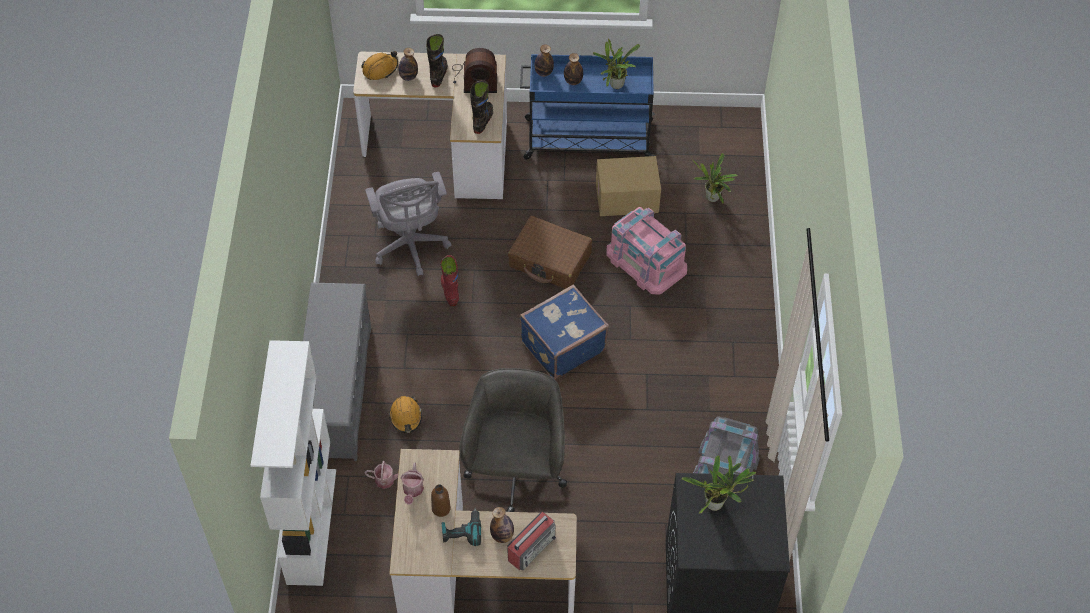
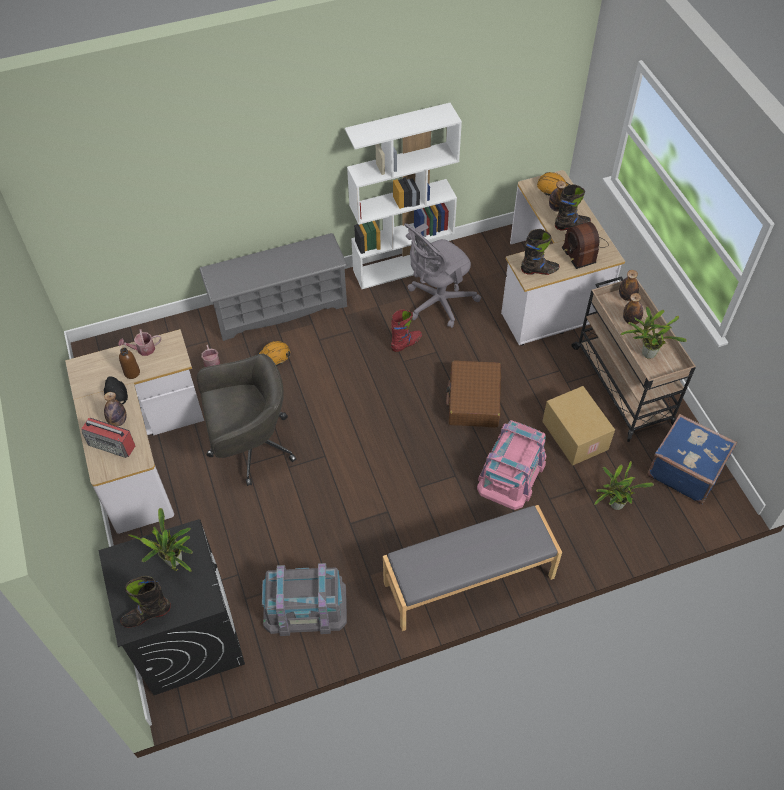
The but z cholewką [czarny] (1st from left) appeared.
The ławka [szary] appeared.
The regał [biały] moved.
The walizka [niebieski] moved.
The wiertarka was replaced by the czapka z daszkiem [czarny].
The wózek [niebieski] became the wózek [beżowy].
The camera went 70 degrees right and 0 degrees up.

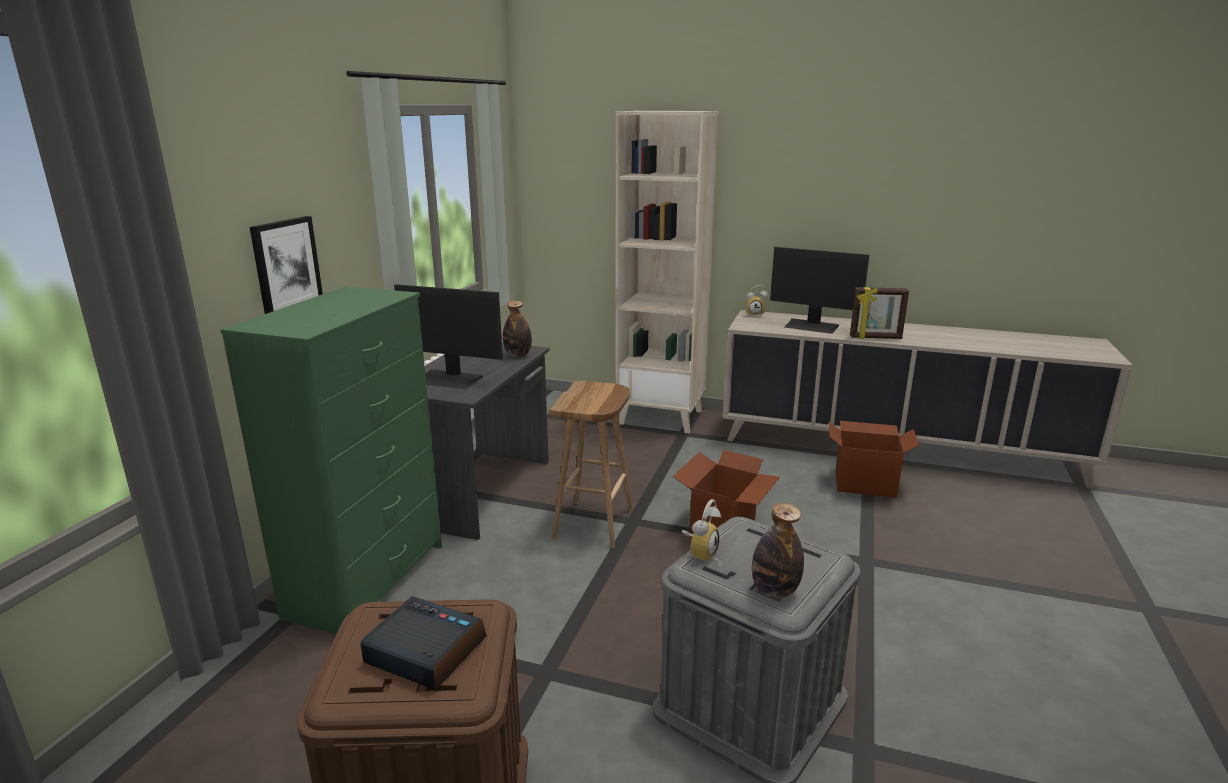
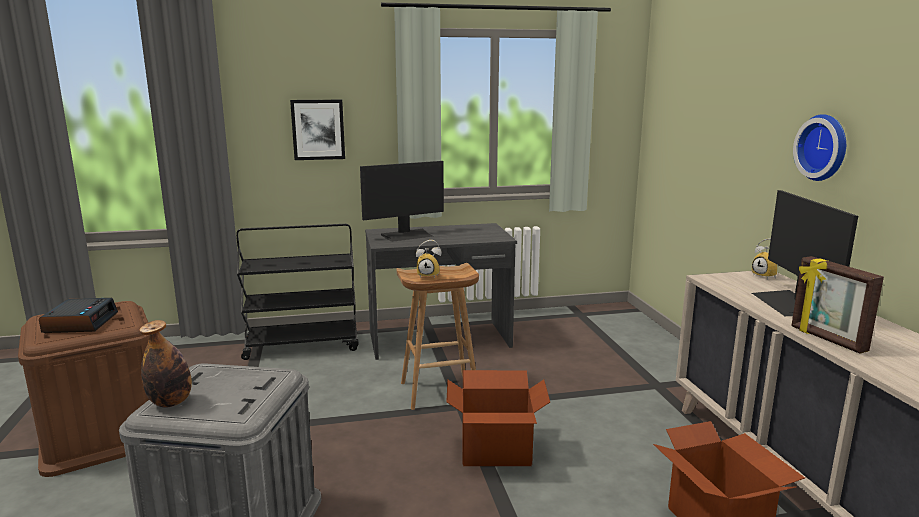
The butelka (1st from left) disappeared.
The regał [beżowy] disappeared.
The zegar ścienny appeared.
The budzik (2nd from left) moved.
The komoda [zielony] was replaced by the wózek [czarny].
The monitor (1st from left) turned 105 degrees counterclockwise.
The camera went 60 degrees right and 5 degrees down.

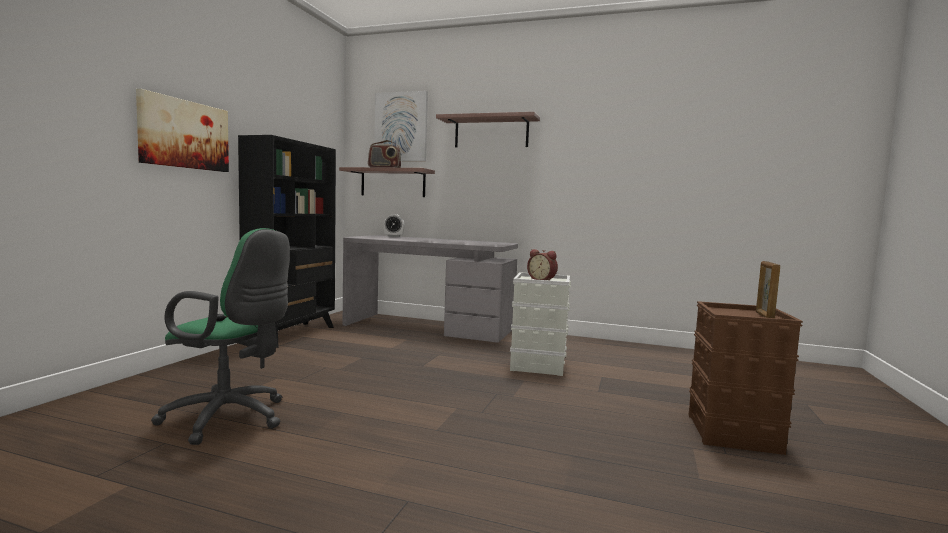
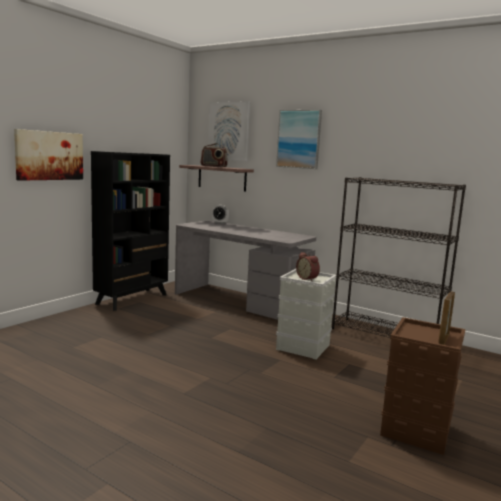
The krzesło biurowe [zielony] disappeared.
The regał [czarny] (2nd from left) appeared.
The półka (2nd from left) was replaced by the obraz (3rd from left).
The camera went 15 degrees right and 5 degrees up.

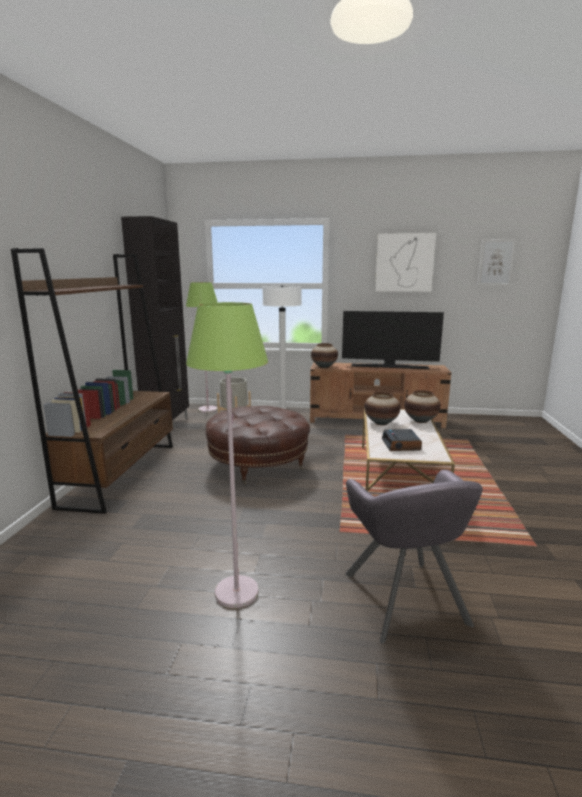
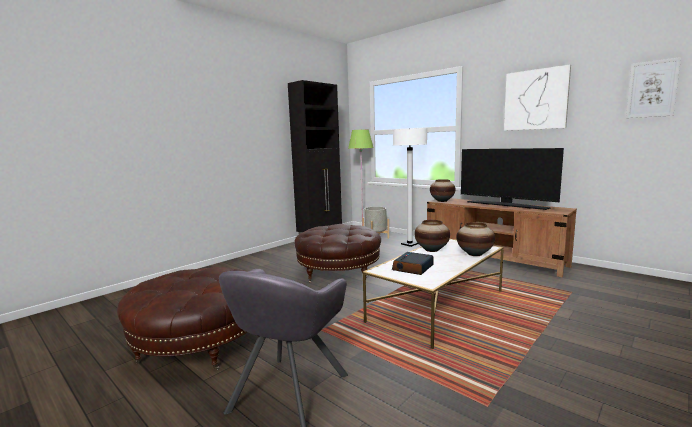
The regał [brązowy] disappeared.
The lampa stojąca [zielony] (2nd from left) was replaced by the pufa [brązowy] (1st from left).
The camera went 35 degrees right and 5 degrees down.

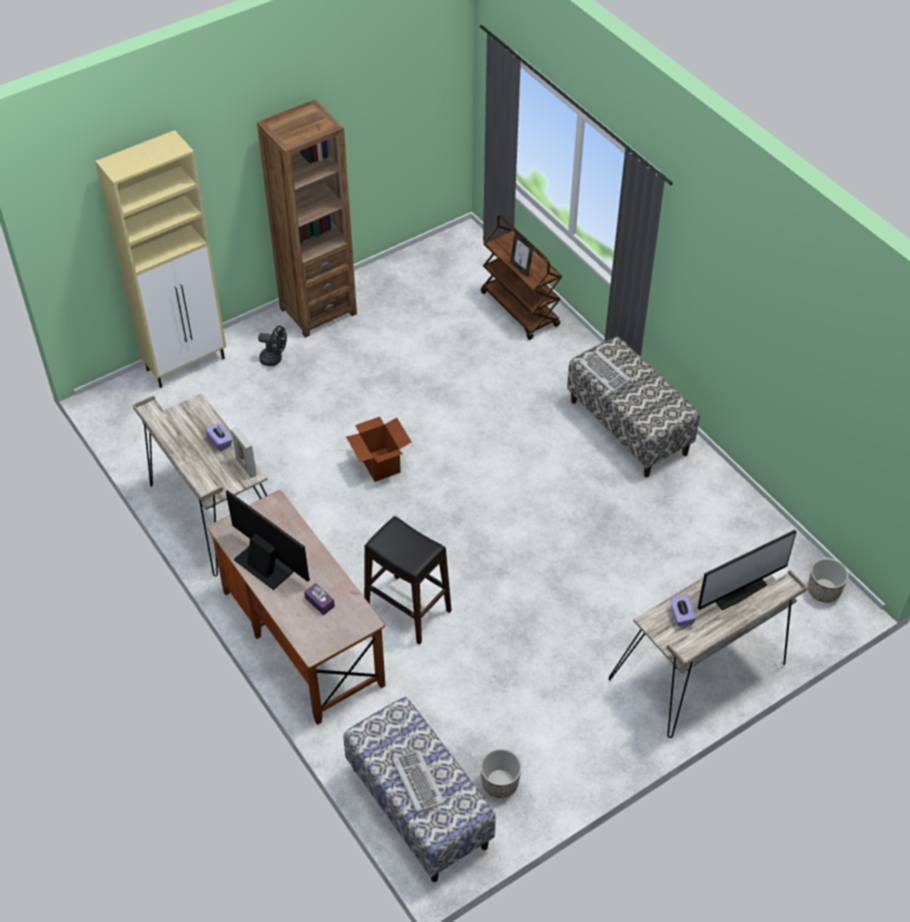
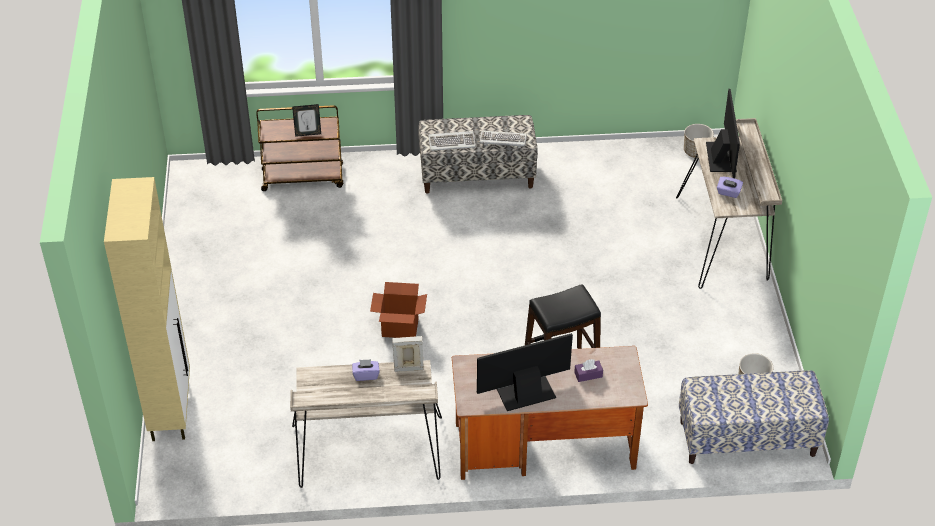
The regał [brązowy] disappeared.
The wentylator [czarny] disappeared.
The klawiatura (1st from left in the first image) moved.
The camera went 60 degrees left and 5 degrees down.

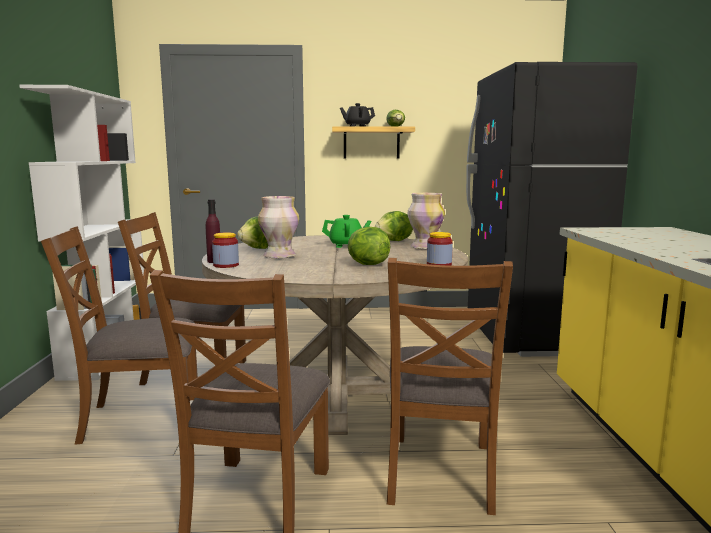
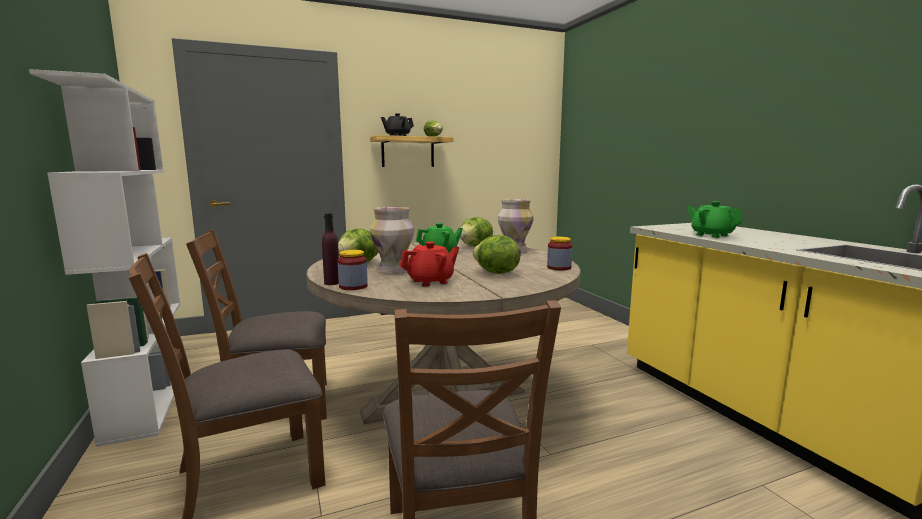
The krzesło [brązowy] (4th from left) disappeared.
The lodówka [czarny] disappeared.
The imbryk [czerwony] appeared.
The imbryk [zielony] (2nd from left) appeared.
The camera went 20 degrees left and 0 degrees up.

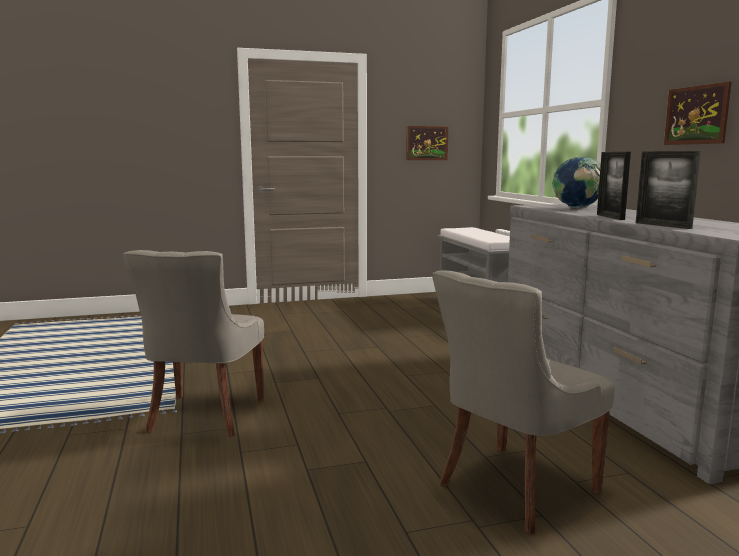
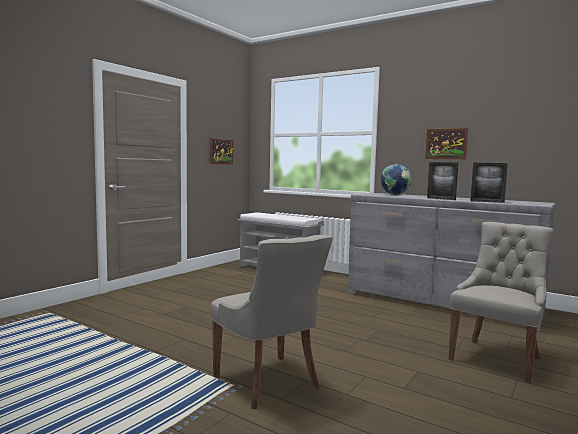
The krzesło [szary] (2nd from left) turned 150 degrees counterclockwise.
The camera went 40 degrees left and 5 degrees down.

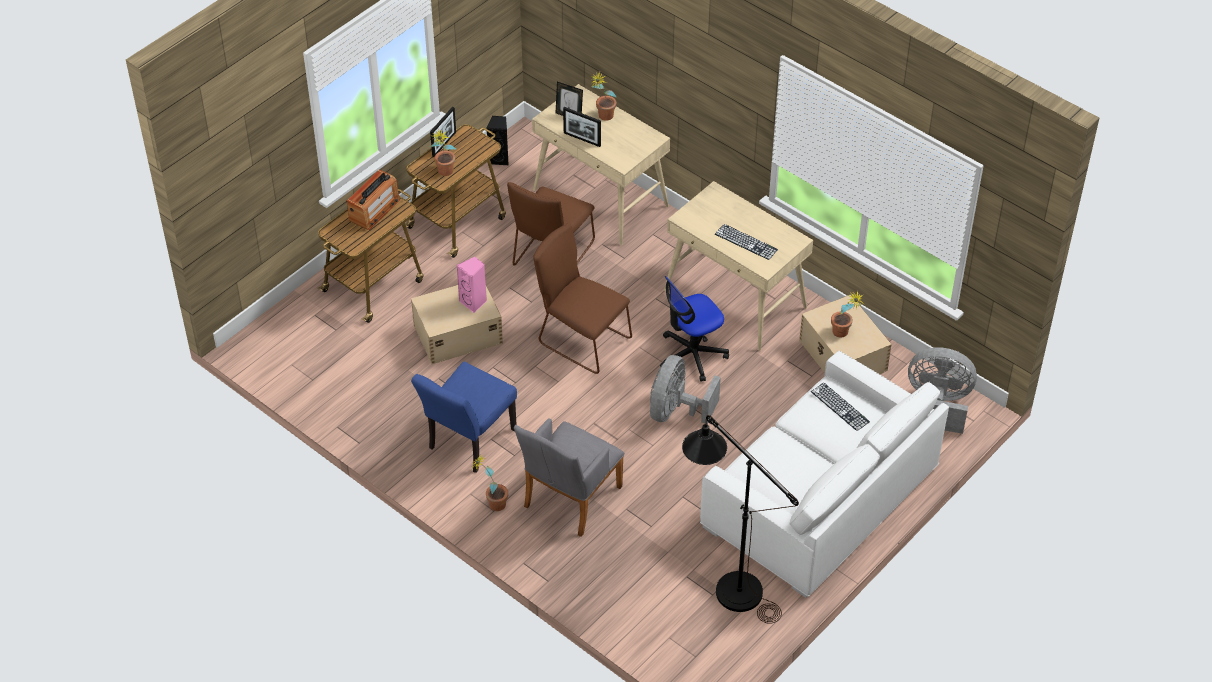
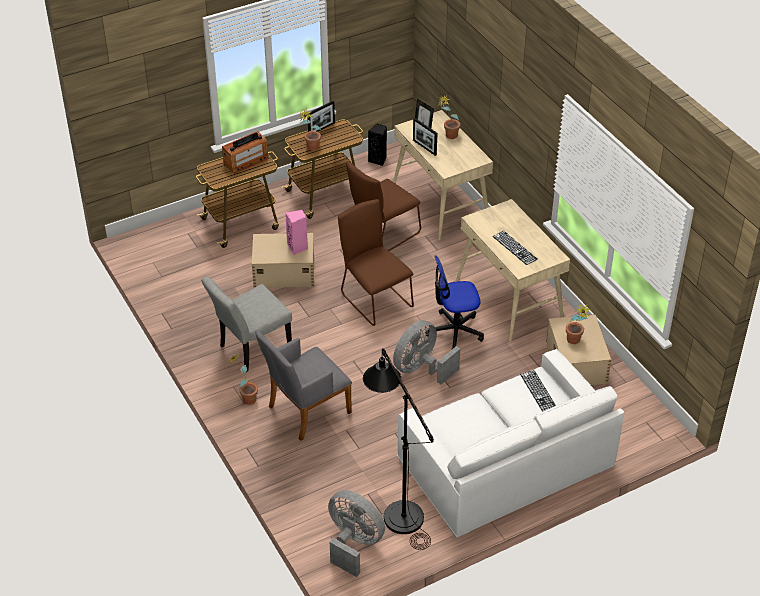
The wentylator [szary] (2nd from left in the first image) moved.
The krzesło [niebieski] became the krzesło [szary].
The camera went 20 degrees right and 5 degrees down.

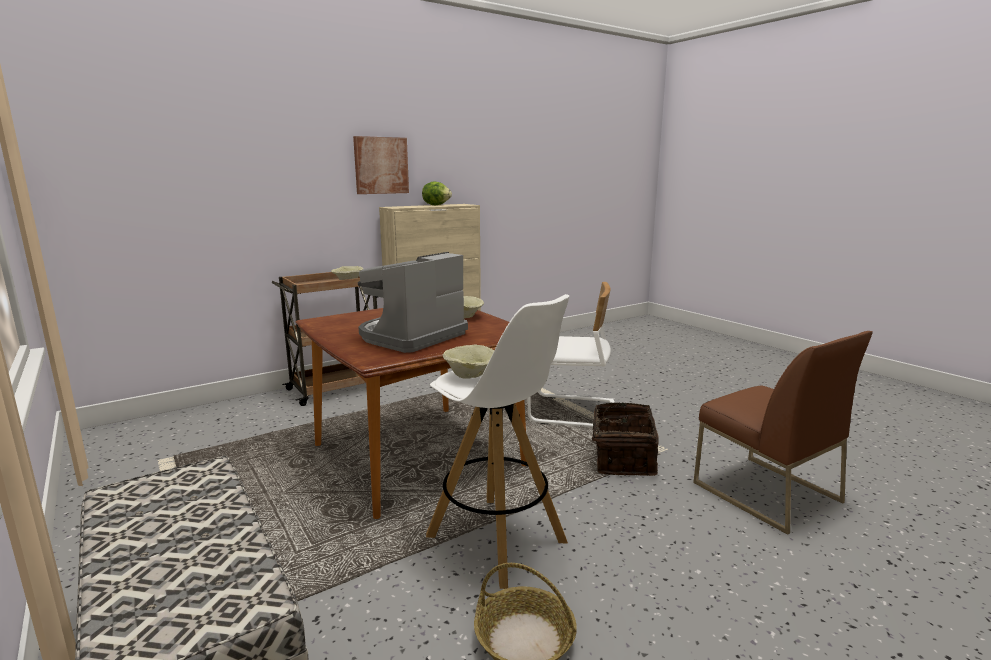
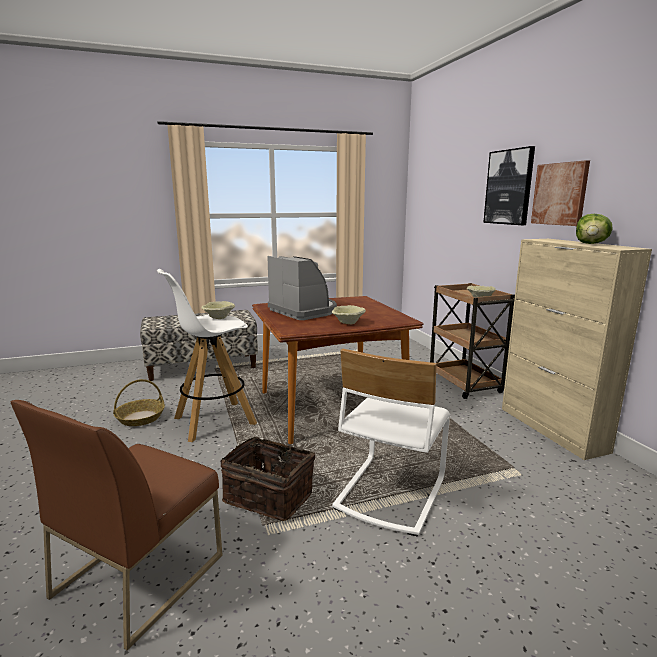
The obraz (1st from left) appeared.
The krzesło [brązowy] turned 45 degrees counterclockwise.
The camera went 105 degrees right and 0 degrees up.

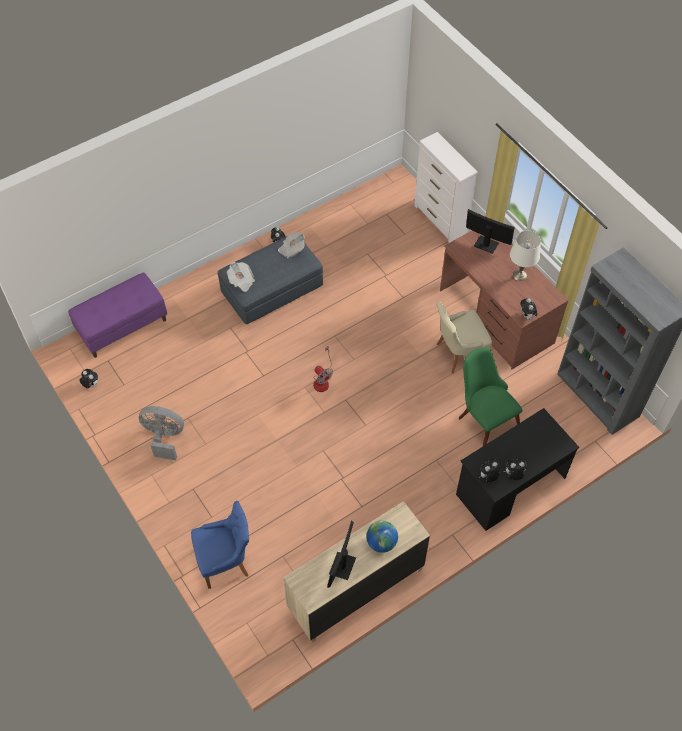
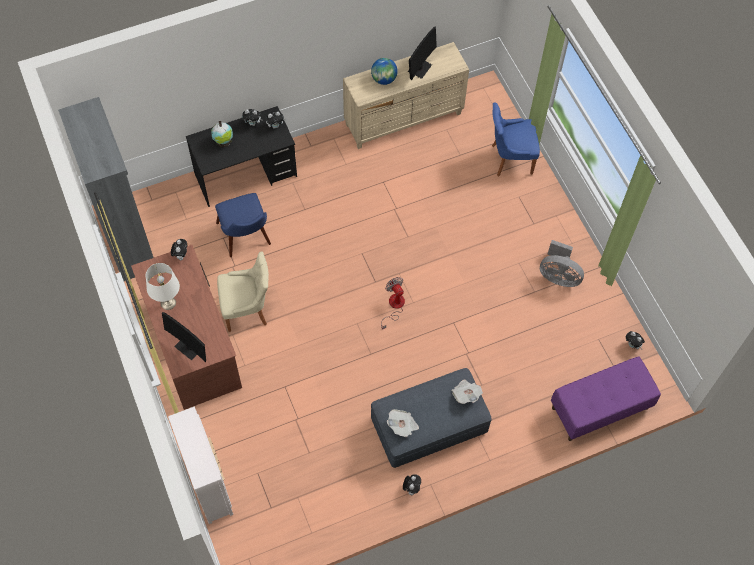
The globus (1st from left) appeared.
The krzesło [zielony] became the krzesło [niebieski] (1st from left).
The camera went 170 degrees left and 5 degrees up.

